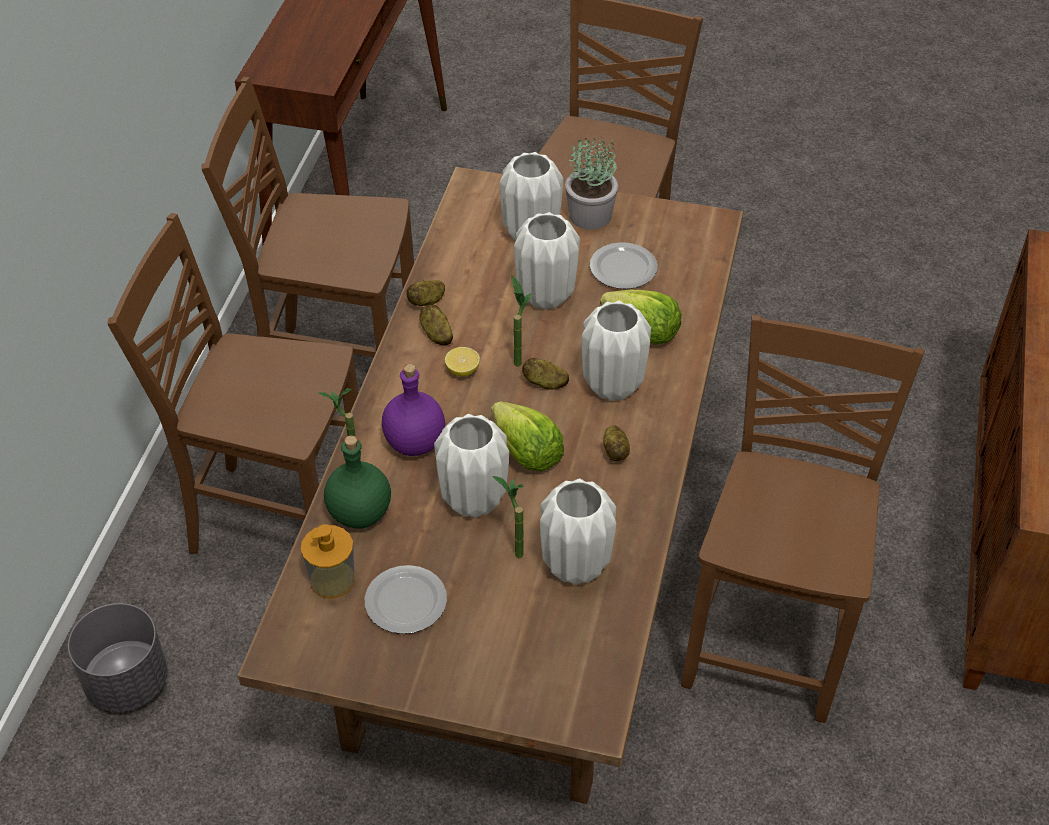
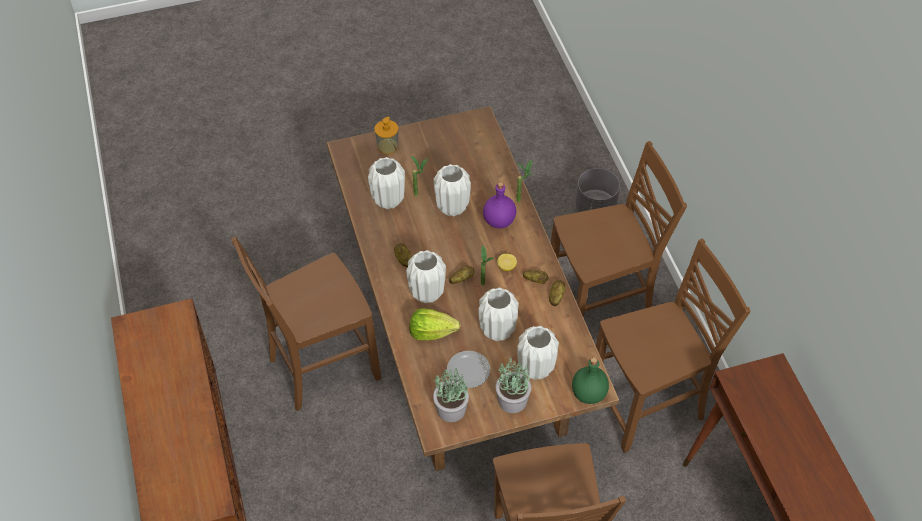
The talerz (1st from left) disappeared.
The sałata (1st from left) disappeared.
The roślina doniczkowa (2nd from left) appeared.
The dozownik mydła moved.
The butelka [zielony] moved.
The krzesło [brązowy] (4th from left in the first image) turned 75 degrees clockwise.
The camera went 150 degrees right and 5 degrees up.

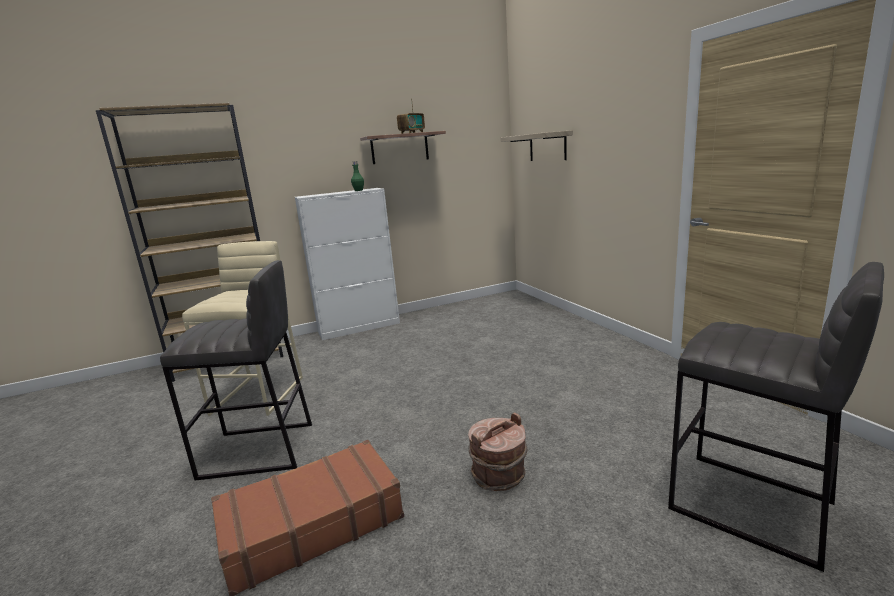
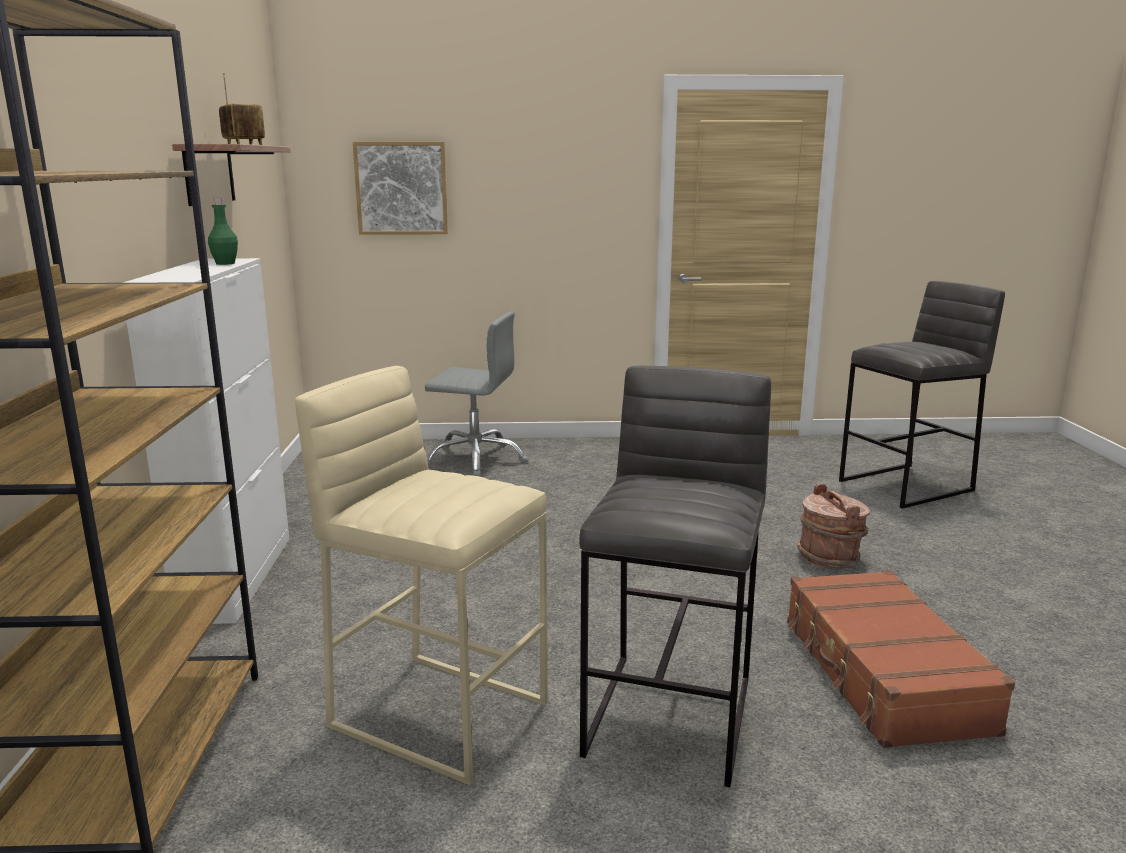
The krzesło biurowe [szary] appeared.
The półka (2nd from left) was replaced by the obraz.
The camera went 70 degrees left and 0 degrees up.

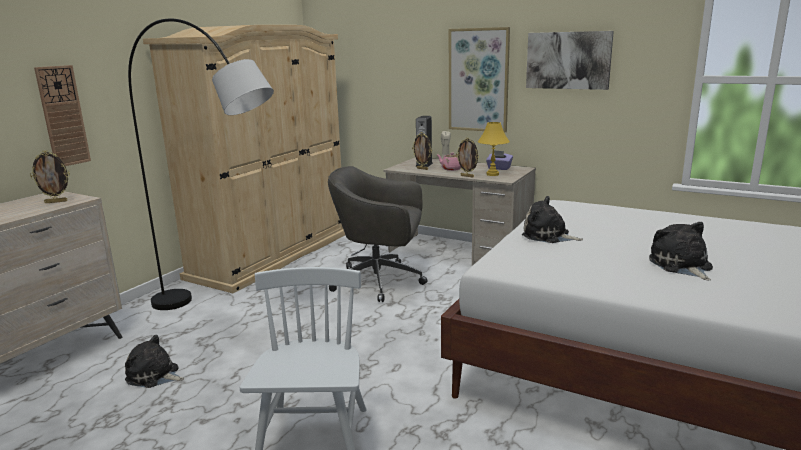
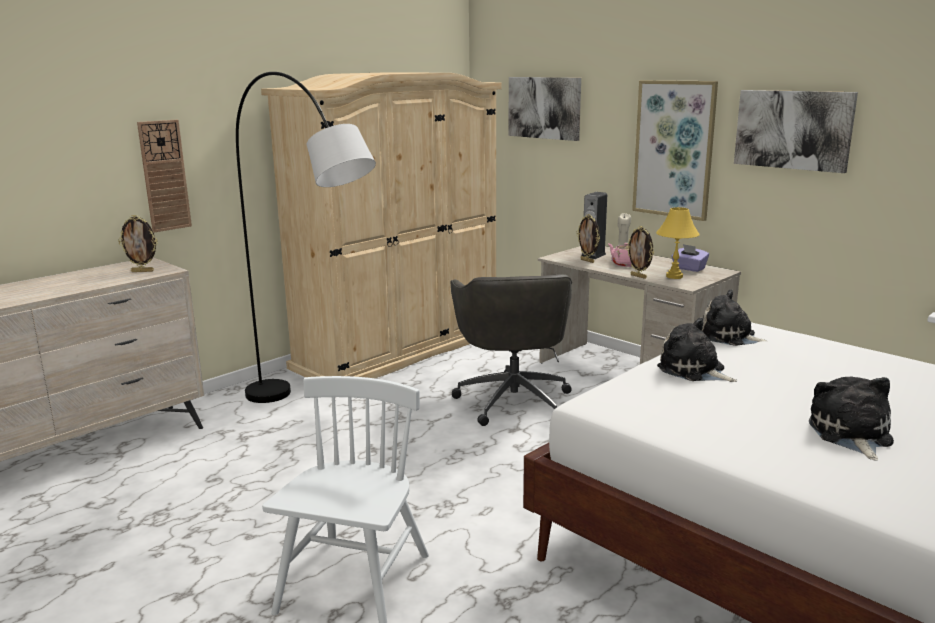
The obraz (1st from left) appeared.
The pluszak (1st from left in the first image) moved.
The krzesło biurowe [szary] turned 120 degrees counterclockwise.
The camera went 15 degrees right and 0 degrees up.

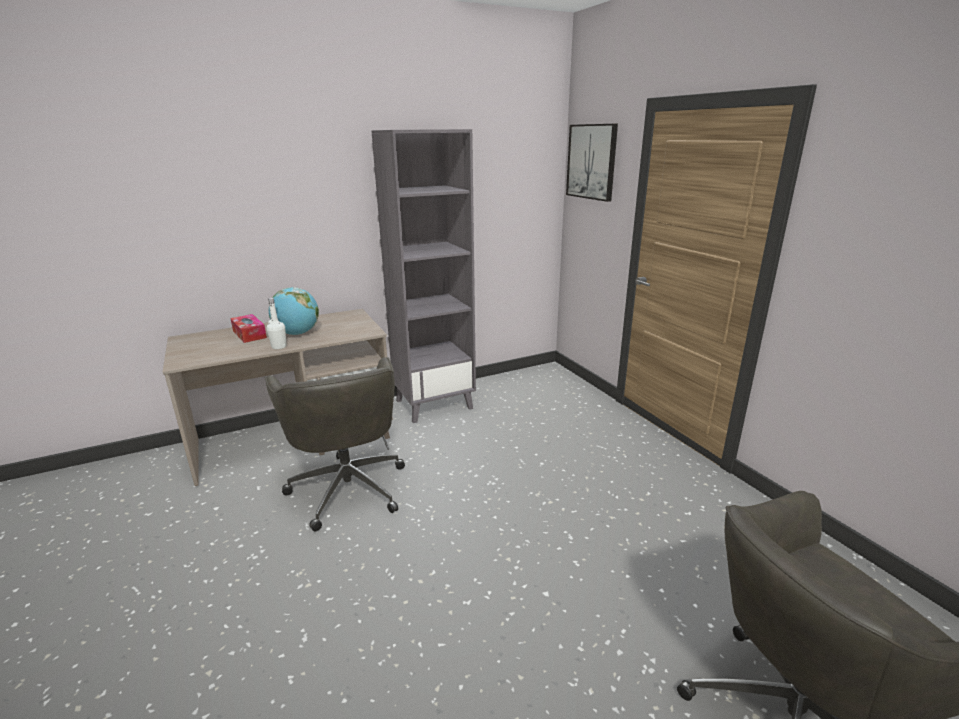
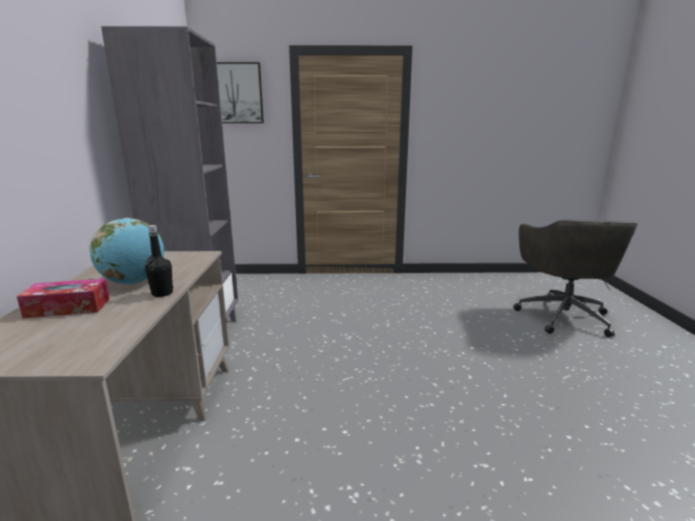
The krzesło biurowe [szary] (1st from left) disappeared.
The butelka [biały] became the butelka [czarny].
The camera went 65 degrees left and 5 degrees down.

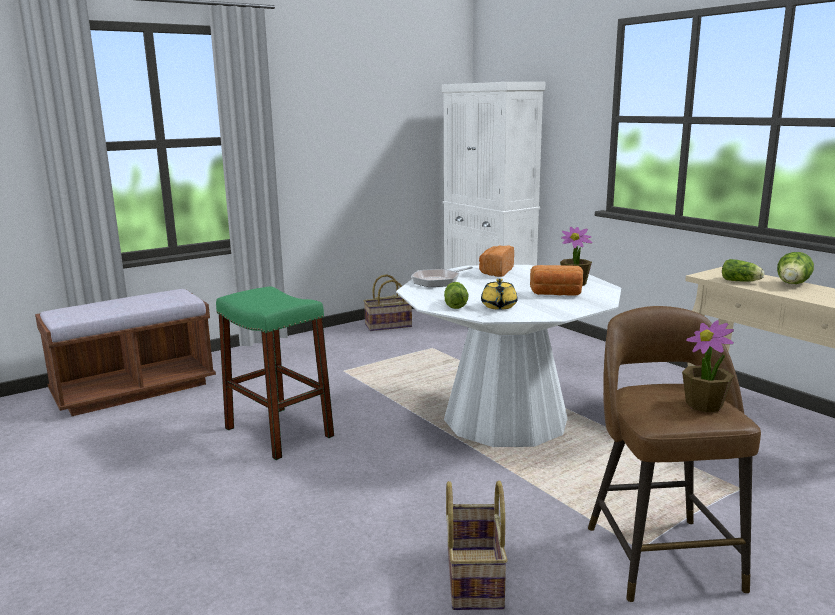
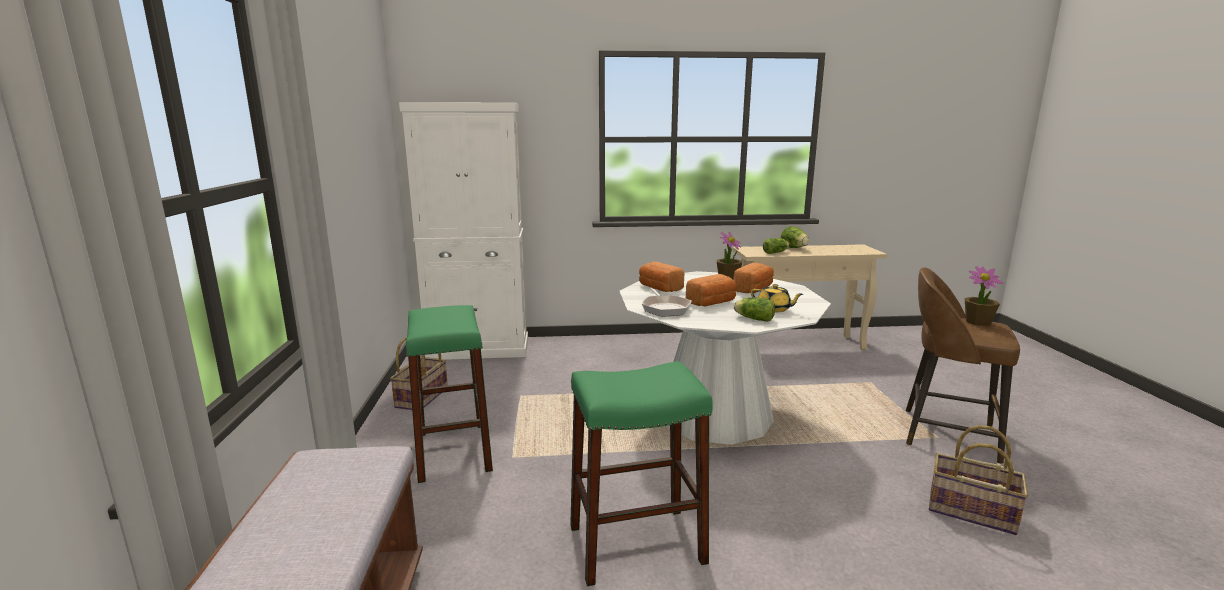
The stołek [zielony] (1st from left) appeared.
The chleb (2nd from left) appeared.
The camera went 60 degrees left and 0 degrees up.

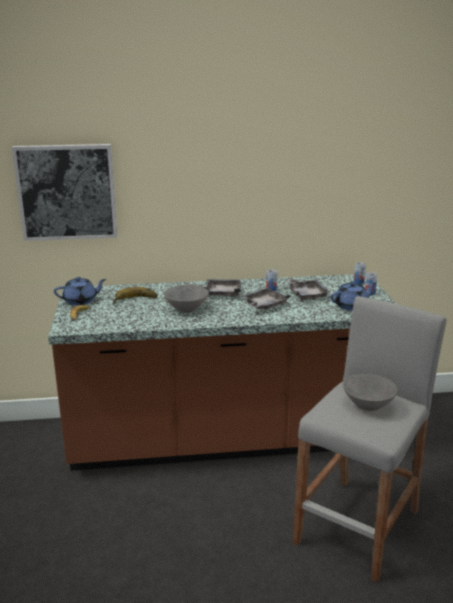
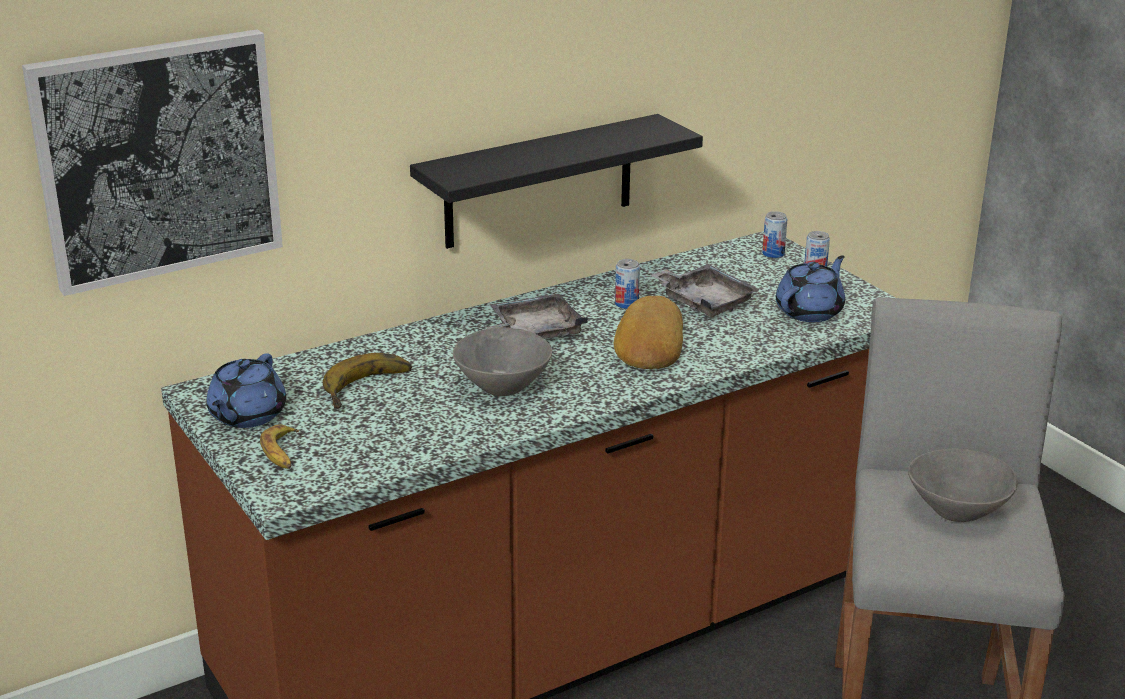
The półka [czarny] appeared.
The taca [szary] (2nd from left) was replaced by the chleb.
The imbryk [niebieski] (1st from left) turned 150 degrees clockwise.
The camera went 25 degrees left and 5 degrees up.

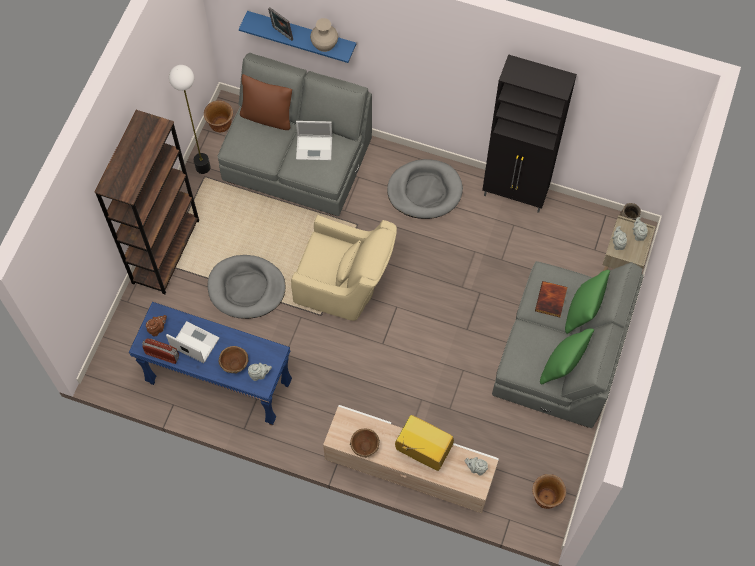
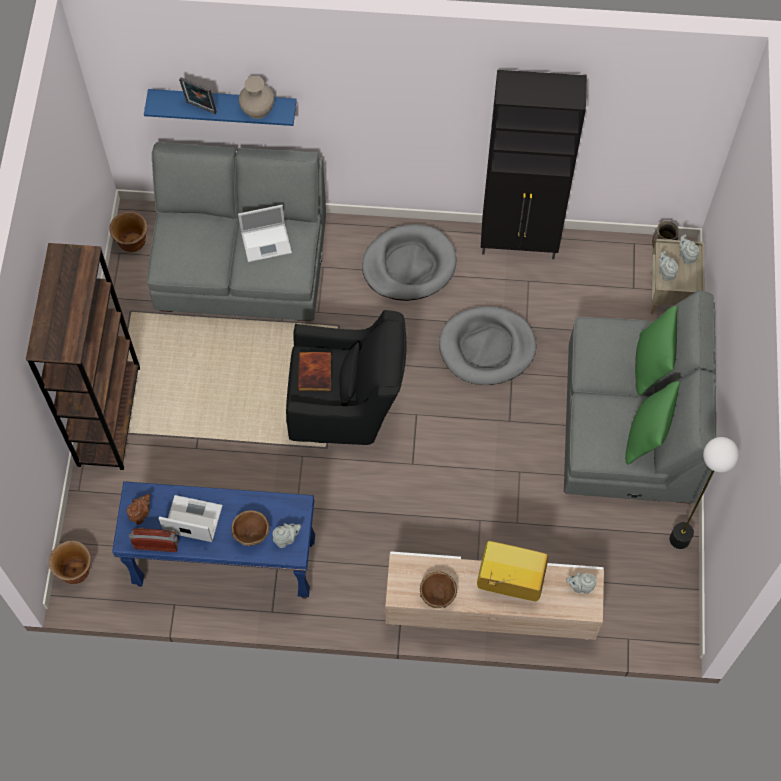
The poduszka [brązowy] disappeared.
The lampa stojąca moved.
The legowisko [szary] (1st from left in the first image) moved.
The donica [brązowy] (2nd from left in the first image) moved.
The książka moved.
The fotel [beżowy] became the fotel [czarny].
The camera went 15 degrees left and 0 degrees up.

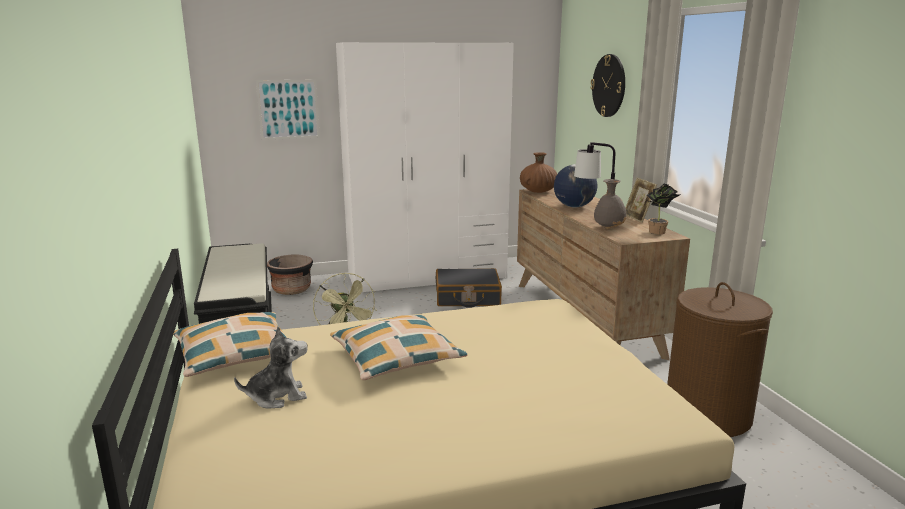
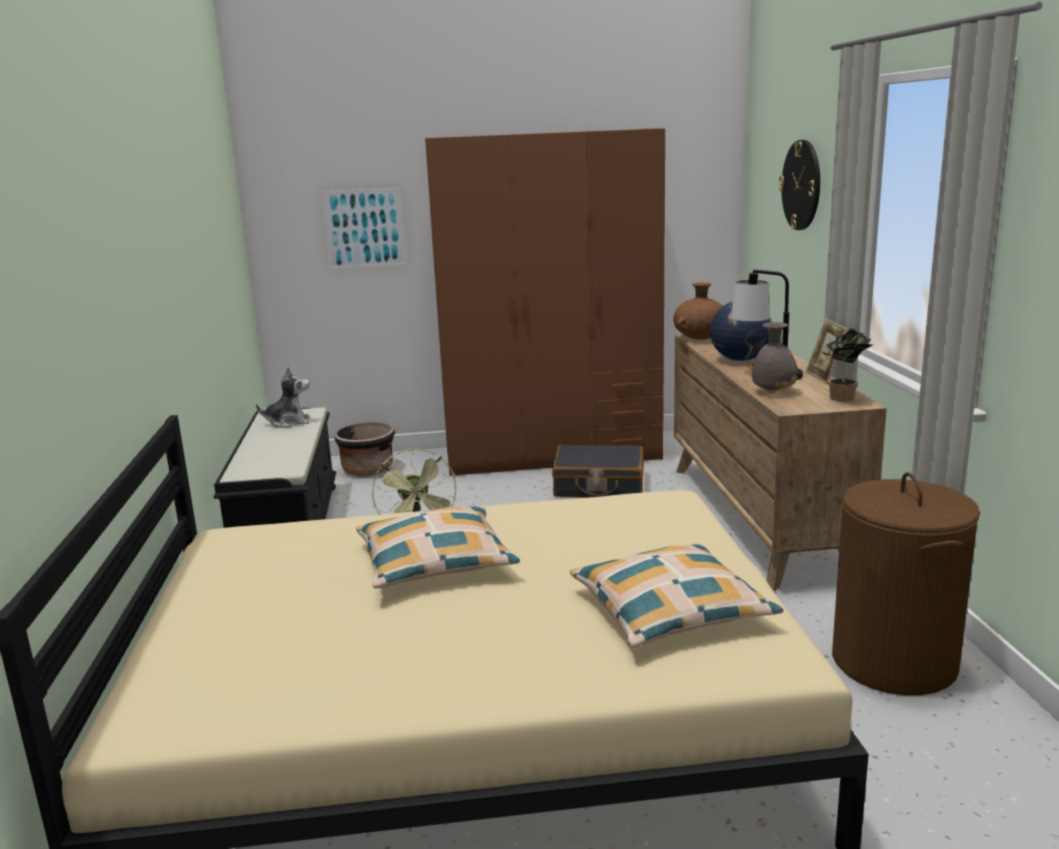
The poduszka (1st from left in the first image) moved.
The pluszak moved.
The szafa [biały] became the szafa [brązowy].
The camera went 10 degrees right and 0 degrees up.

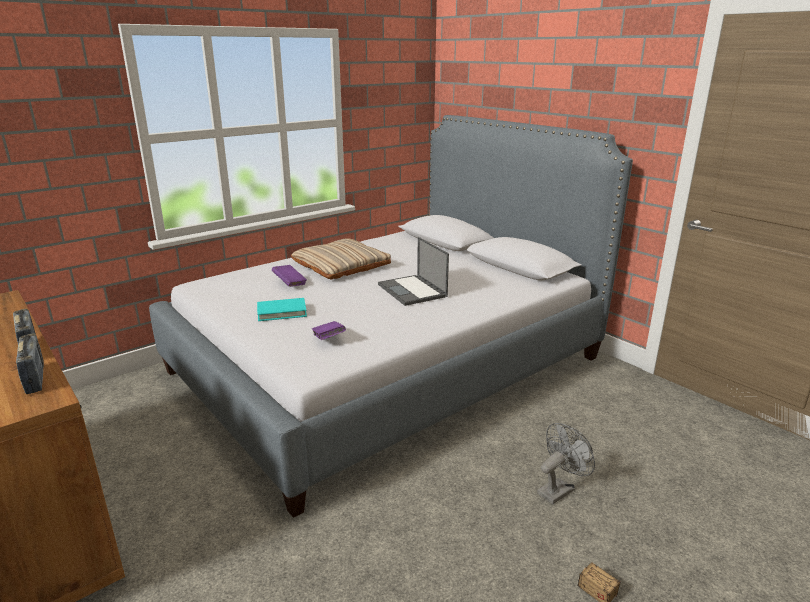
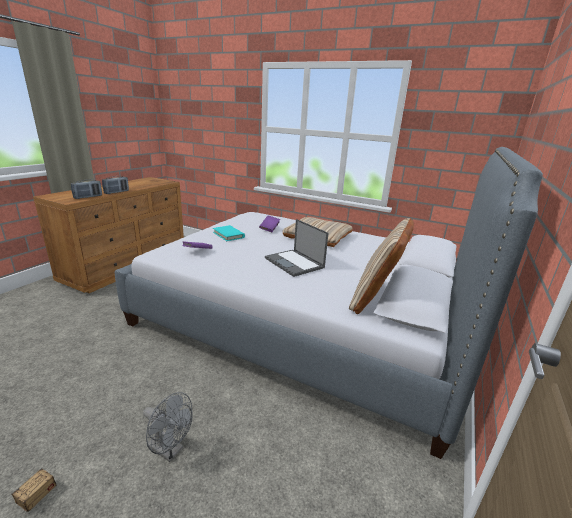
The poduszka [beżowy] (2nd from left) appeared.
The laptop turned 75 degrees counterclockwise.
The camera went 65 degrees right and 0 degrees up.

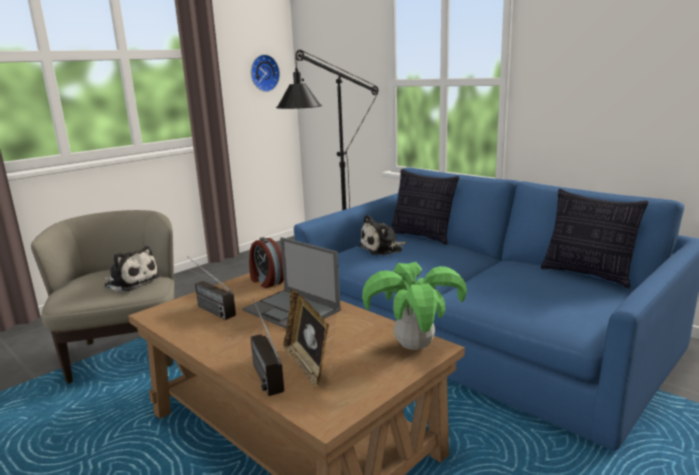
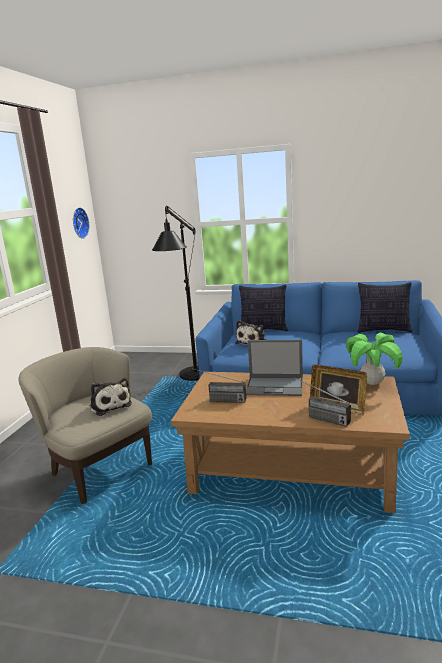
The budzik disappeared.
The pluszak (1st from left) turned 60 degrees clockwise.
The camera went 30 degrees left and 0 degrees up.

